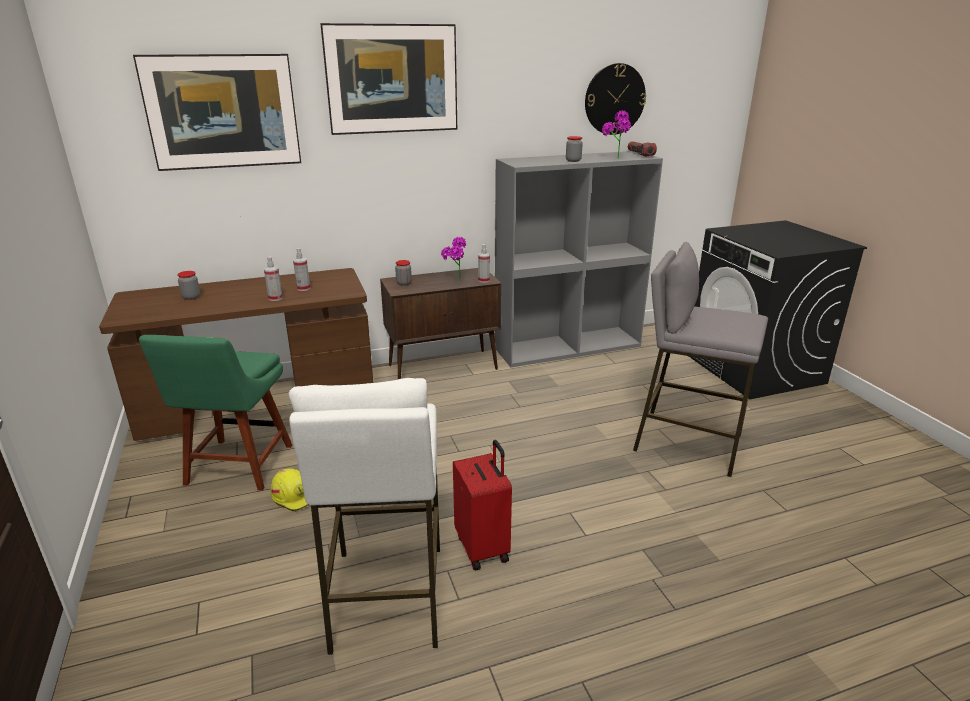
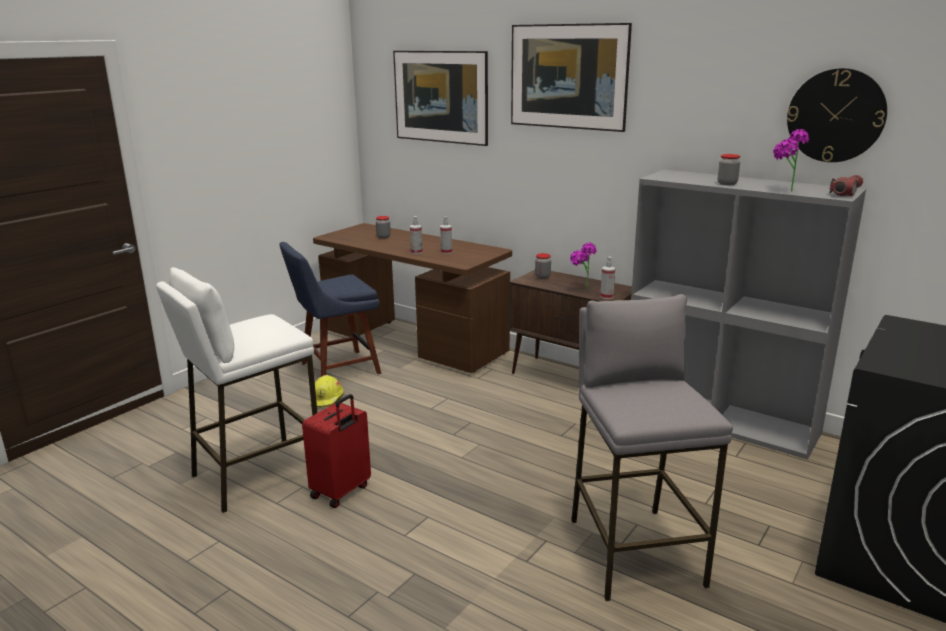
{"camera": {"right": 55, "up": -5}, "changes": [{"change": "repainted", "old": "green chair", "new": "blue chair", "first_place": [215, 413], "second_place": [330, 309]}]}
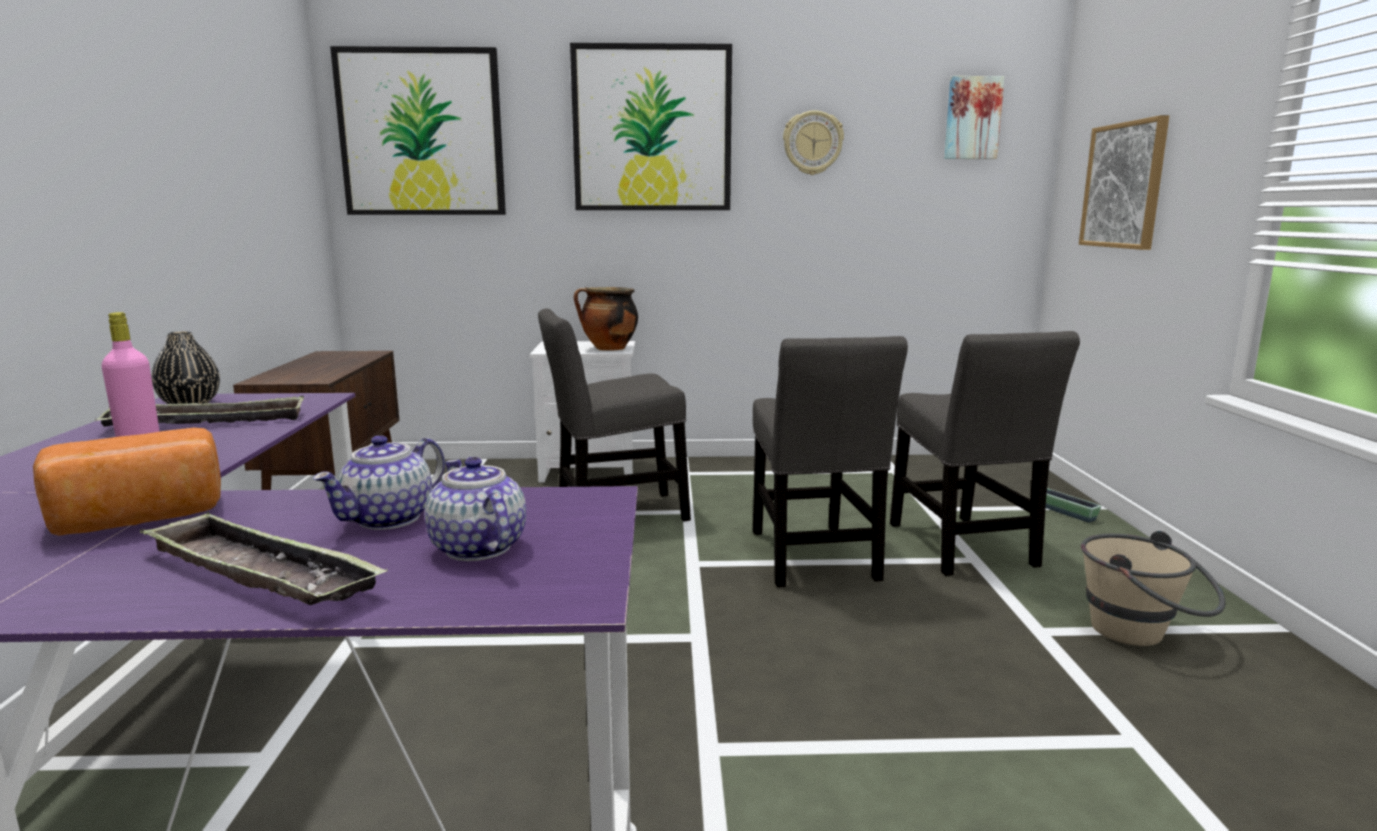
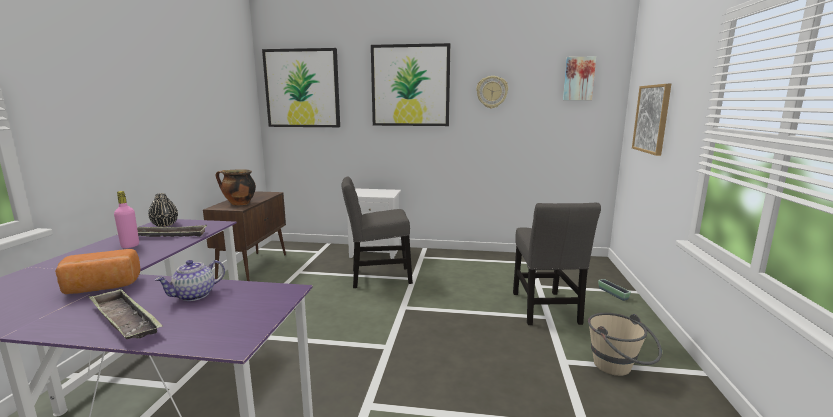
{"camera": {"right": 10, "up": 0}, "changes": [{"change": "gone", "old": "teapot", "first_place": [475, 509]}, {"change": "gone", "old": "grey chair", "first_place": [830, 461]}, {"change": "shifted", "old": "cooking pot", "first_place": [606, 318], "second_place": [236, 187]}]}
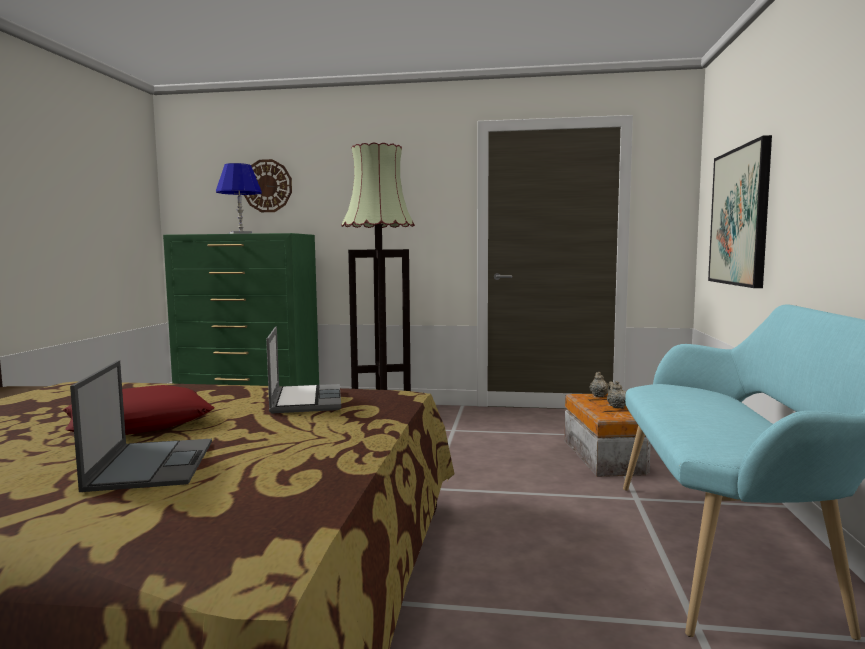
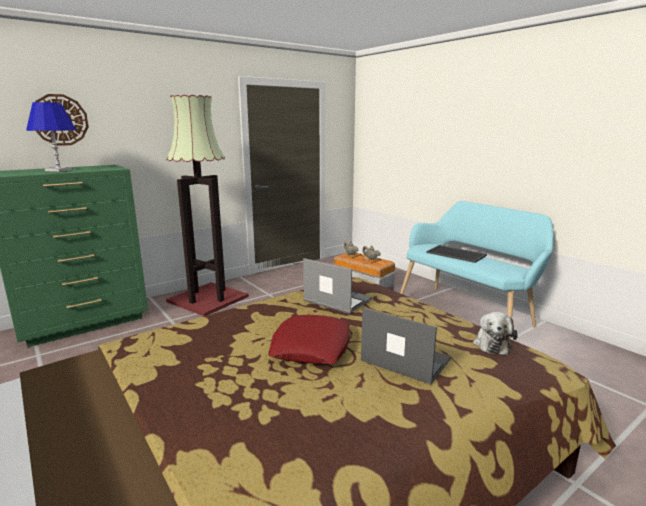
{"camera": {"right": -45, "up": 10}, "changes": [{"change": "gone", "old": "picture", "first_place": [740, 211]}, {"change": "new", "new": "tray", "second_place": [456, 254]}, {"change": "new", "new": "plush toy", "second_place": [495, 333]}]}
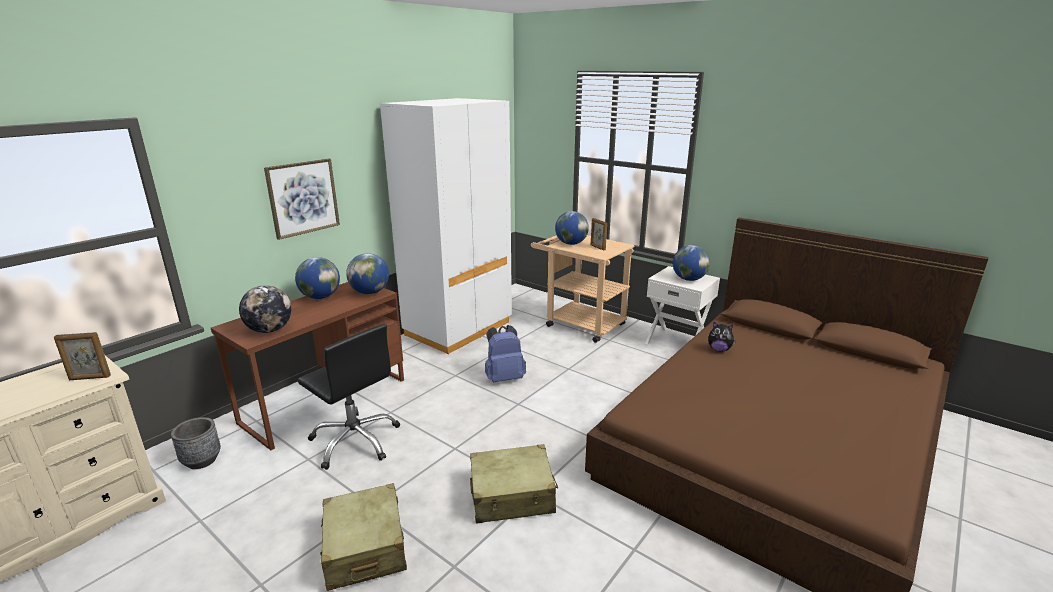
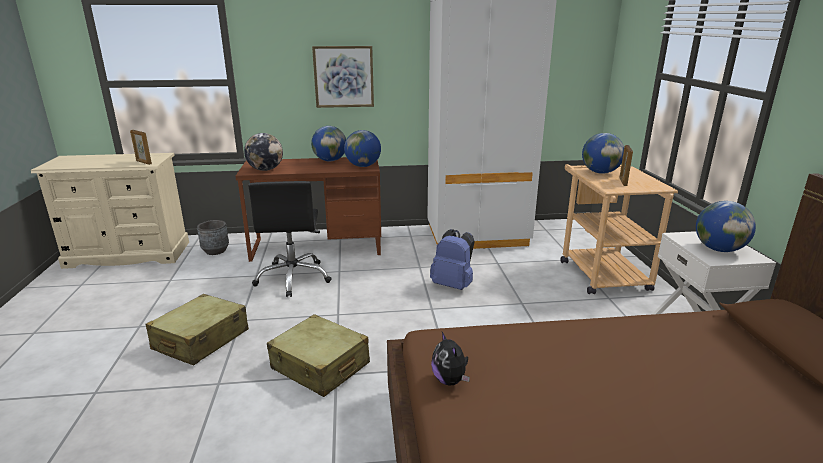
{"camera": {"right": 45, "up": 0}, "changes": [{"change": "shifted", "old": "plush toy", "first_place": [722, 337], "second_place": [450, 359]}]}
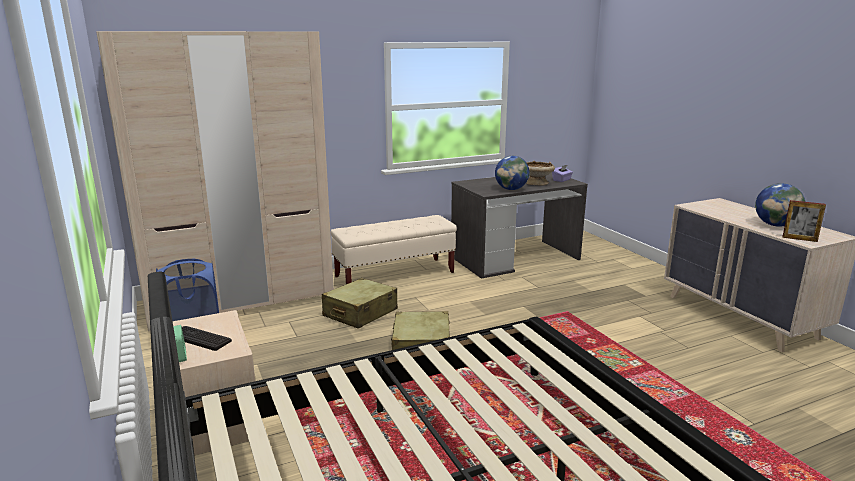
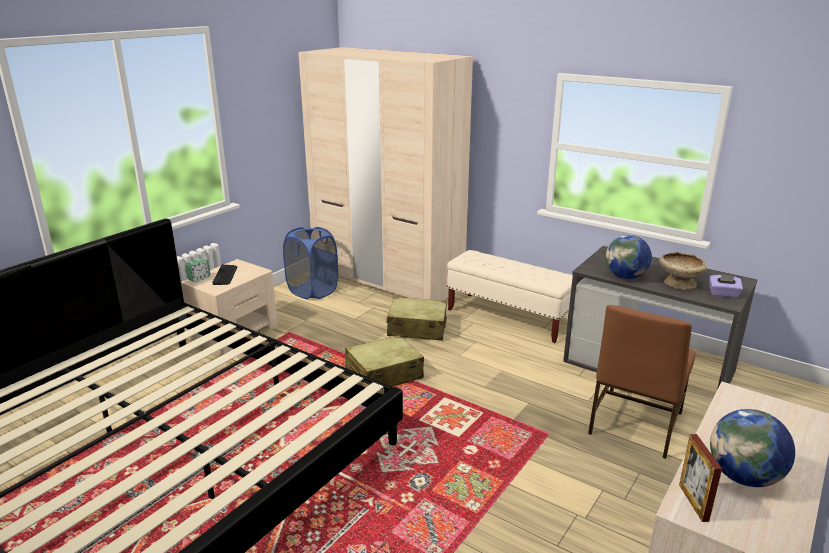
{"camera": {"right": 60, "up": 5}, "changes": [{"change": "new", "new": "brown chair", "second_place": [642, 382]}]}
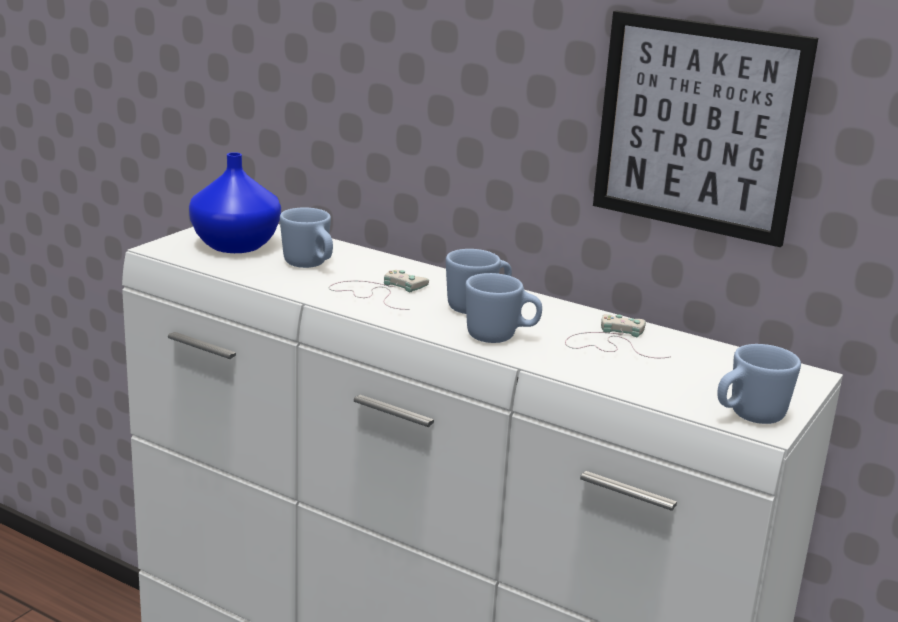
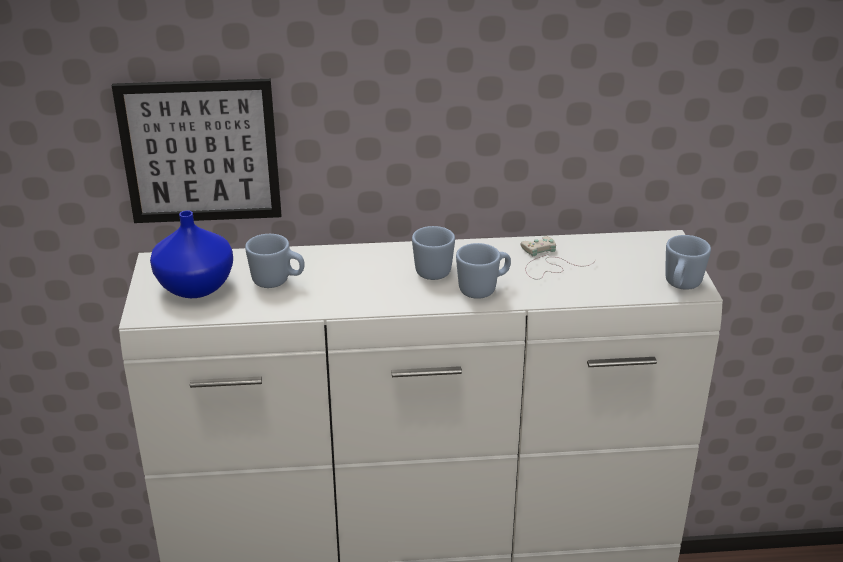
{"camera": {"right": -35, "up": 10}, "changes": [{"change": "gone", "old": "white game controller", "first_place": [379, 290]}, {"change": "shifted", "old": "picture", "first_place": [705, 129], "second_place": [196, 151]}]}
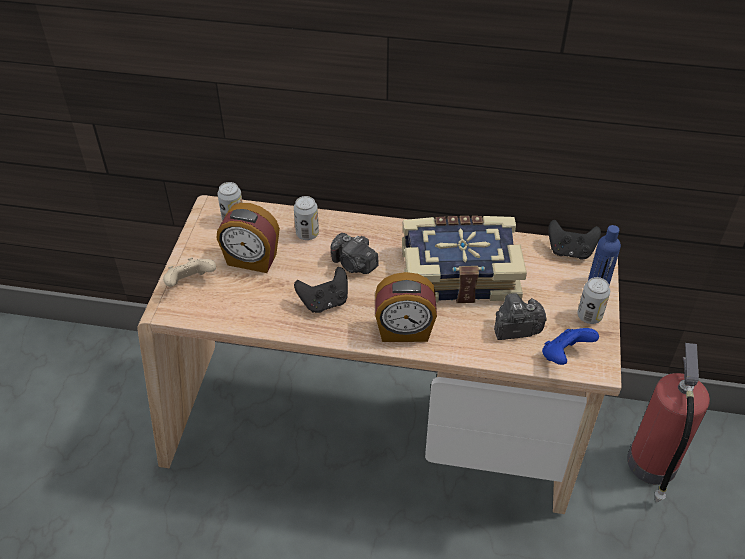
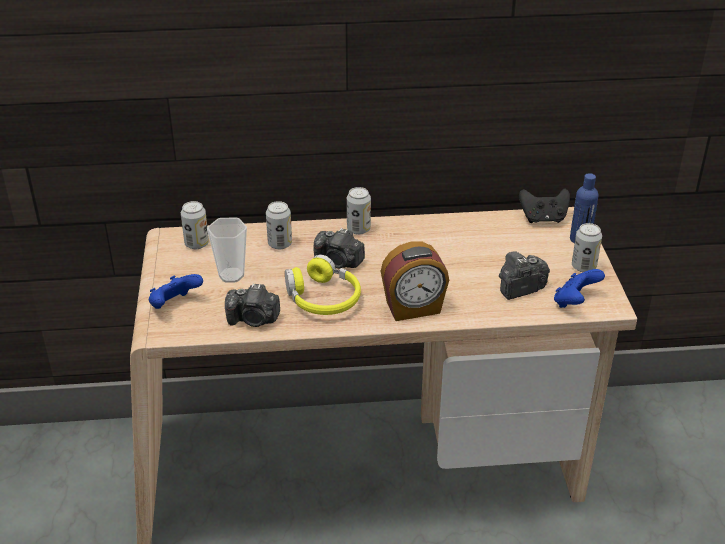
{"camera": {"right": -15, "up": -10}, "changes": [{"change": "gone", "old": "book", "first_place": [464, 259]}, {"change": "gone", "old": "fire extinguisher", "first_place": [668, 422]}, {"change": "new", "new": "photo camera", "second_place": [252, 305]}, {"change": "new", "new": "can", "second_place": [359, 211]}, {"change": "swapped", "old": "alarm clock", "new": "cup", "first_place": [248, 238], "second_place": [227, 250]}, {"change": "swapped", "old": "black game controller", "new": "yellow headphones", "first_place": [321, 290], "second_place": [323, 285]}, {"change": "repainted", "old": "beige game controller", "new": "blue game controller", "first_place": [189, 272], "second_place": [176, 291]}]}
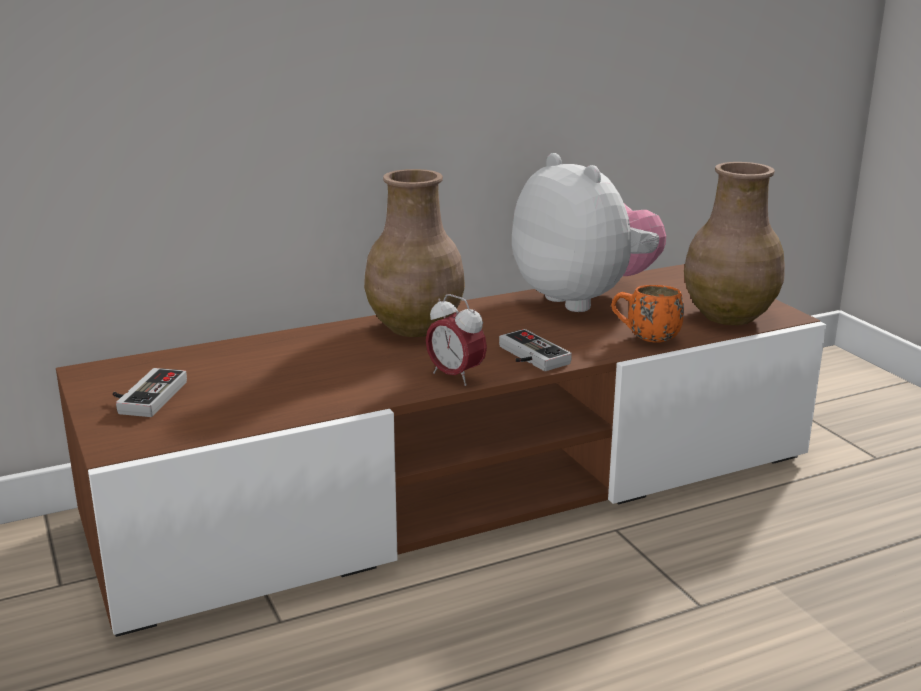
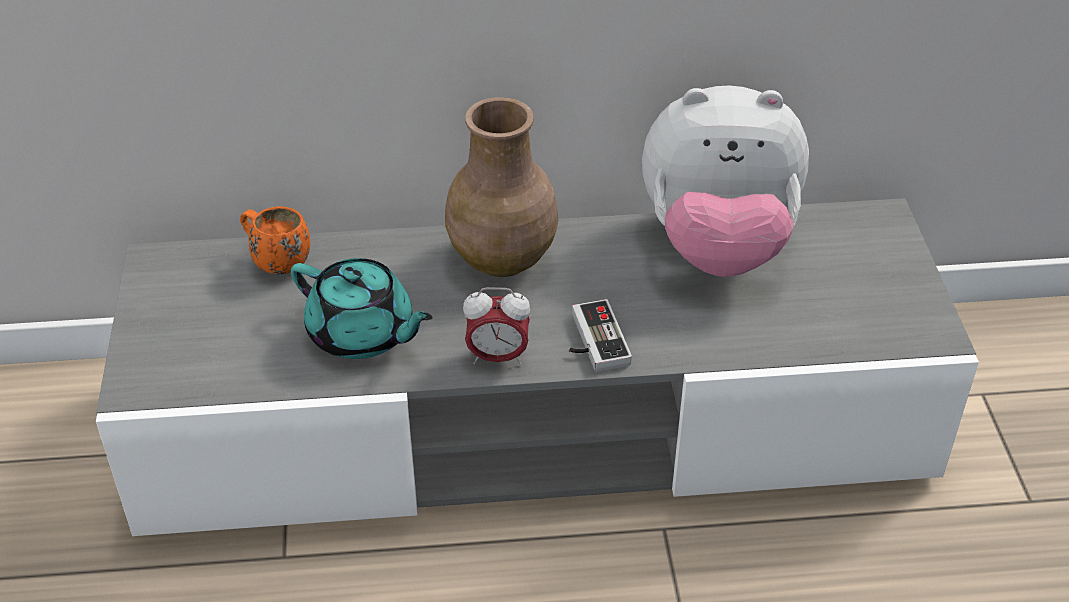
{"camera": {"right": 20, "up": 20}, "changes": [{"change": "gone", "old": "game controller", "first_place": [150, 392]}, {"change": "gone", "old": "brown vase", "first_place": [734, 243]}, {"change": "new", "new": "turquoise teapot", "second_place": [362, 308]}, {"change": "shifted", "old": "orange mug", "first_place": [647, 314], "second_place": [275, 240]}, {"change": "repainted", "old": "brown tv stand", "new": "grey tv stand", "first_place": [441, 450], "second_place": [537, 367]}, {"change": "rotated", "old": "alarm clock", "first_place": [456, 340], "second_place": [496, 326], "degrees": -60}, {"change": "rotated", "old": "plush toy", "first_place": [589, 232], "second_place": [725, 181], "degrees": 105}]}
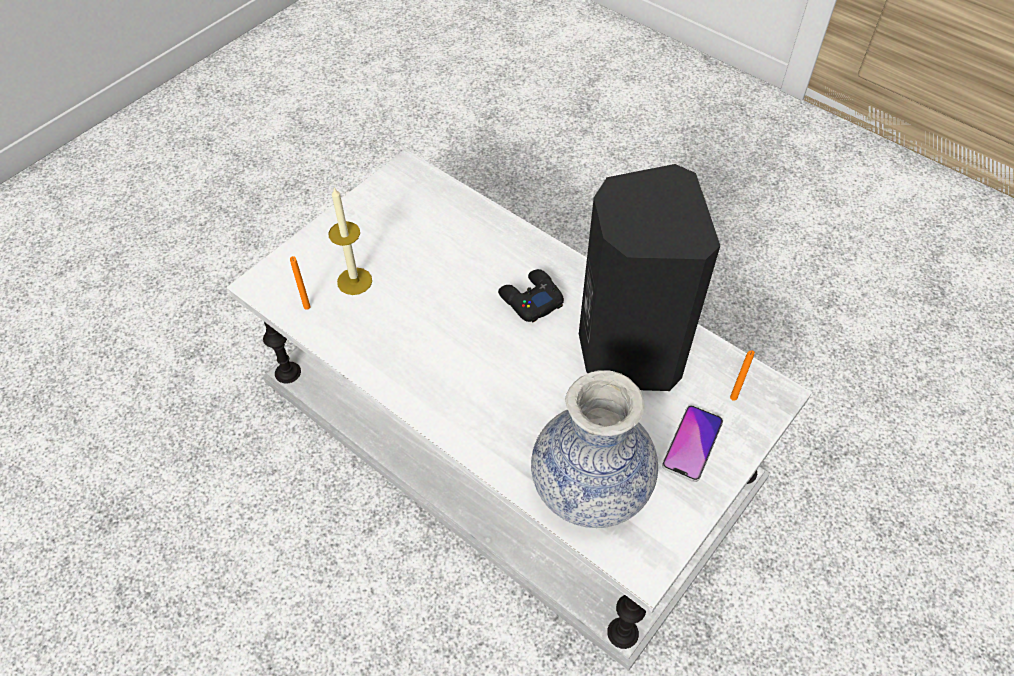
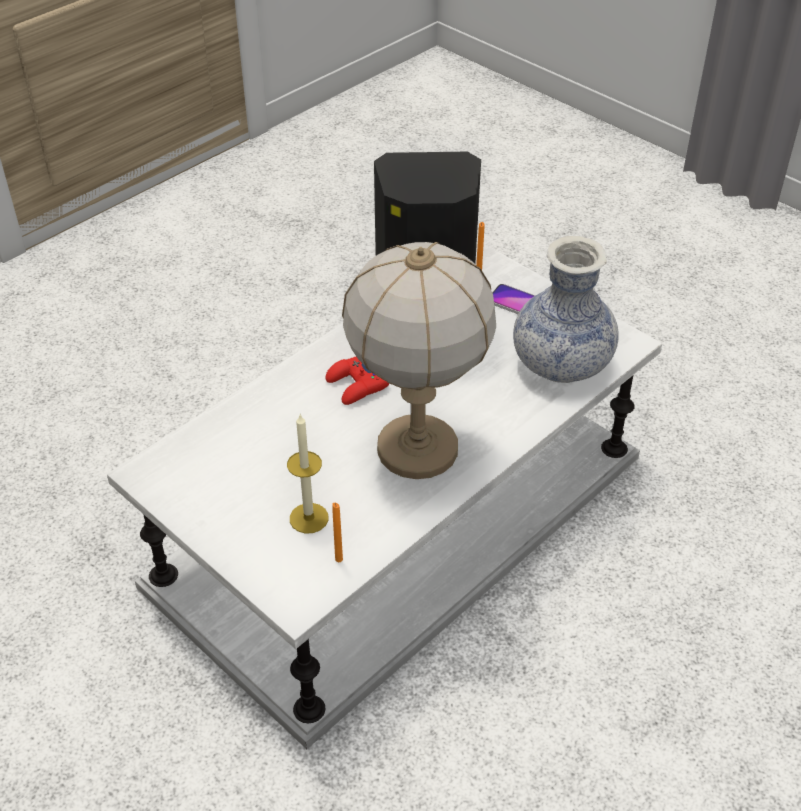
{"camera": {"right": -85, "up": -10}, "changes": [{"change": "new", "new": "table lamp", "second_place": [419, 360]}, {"change": "repainted", "old": "black game controller", "new": "red game controller", "first_place": [531, 296], "second_place": [357, 381]}]}
